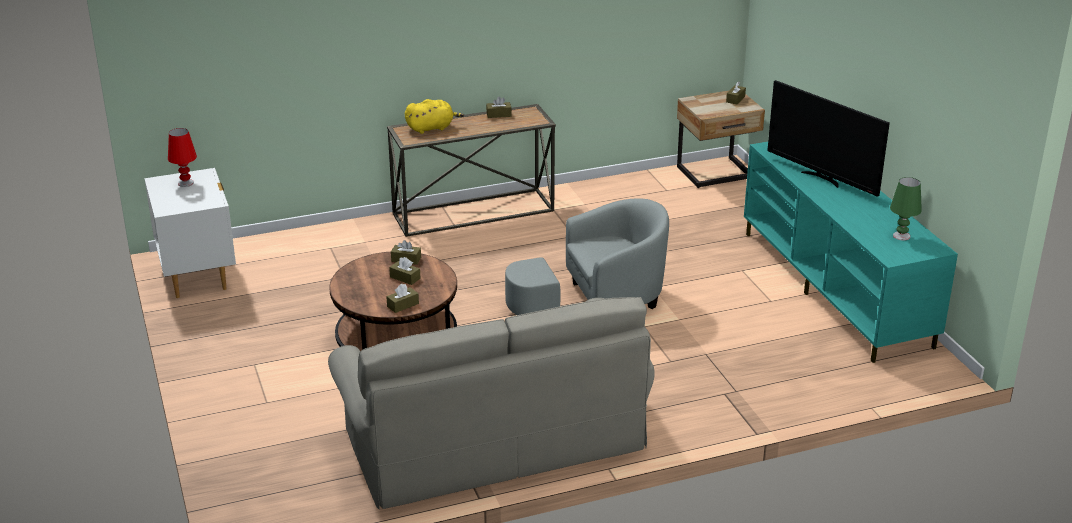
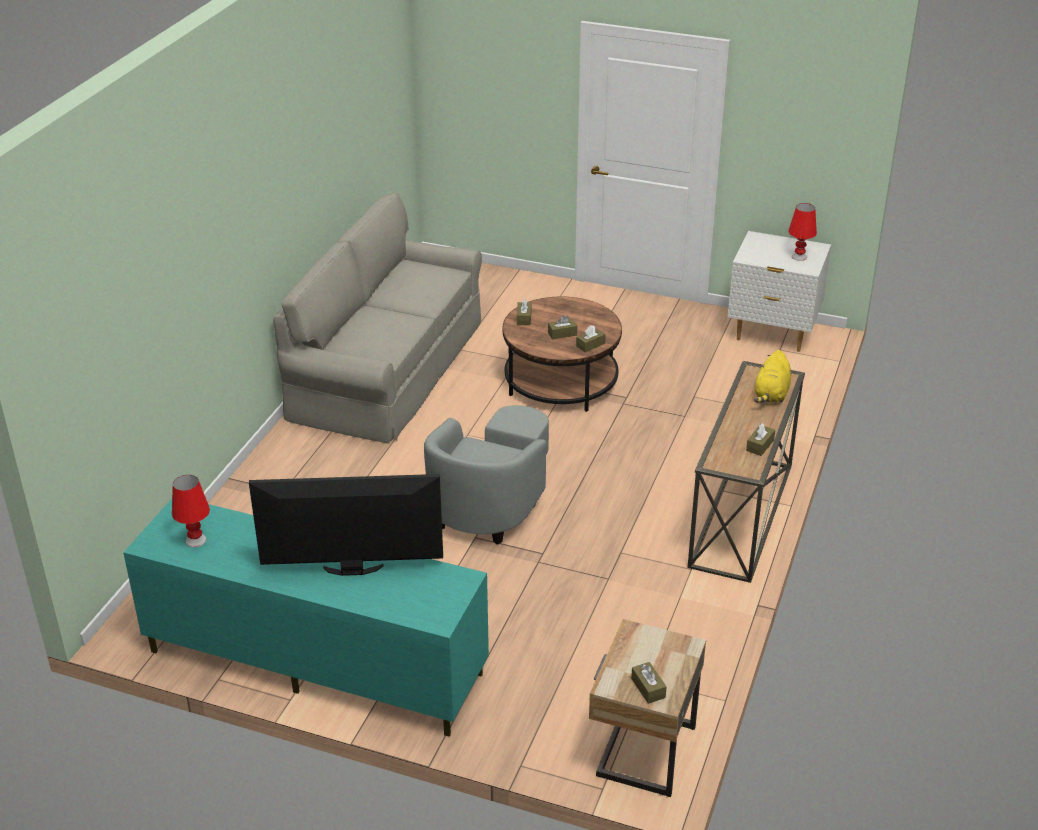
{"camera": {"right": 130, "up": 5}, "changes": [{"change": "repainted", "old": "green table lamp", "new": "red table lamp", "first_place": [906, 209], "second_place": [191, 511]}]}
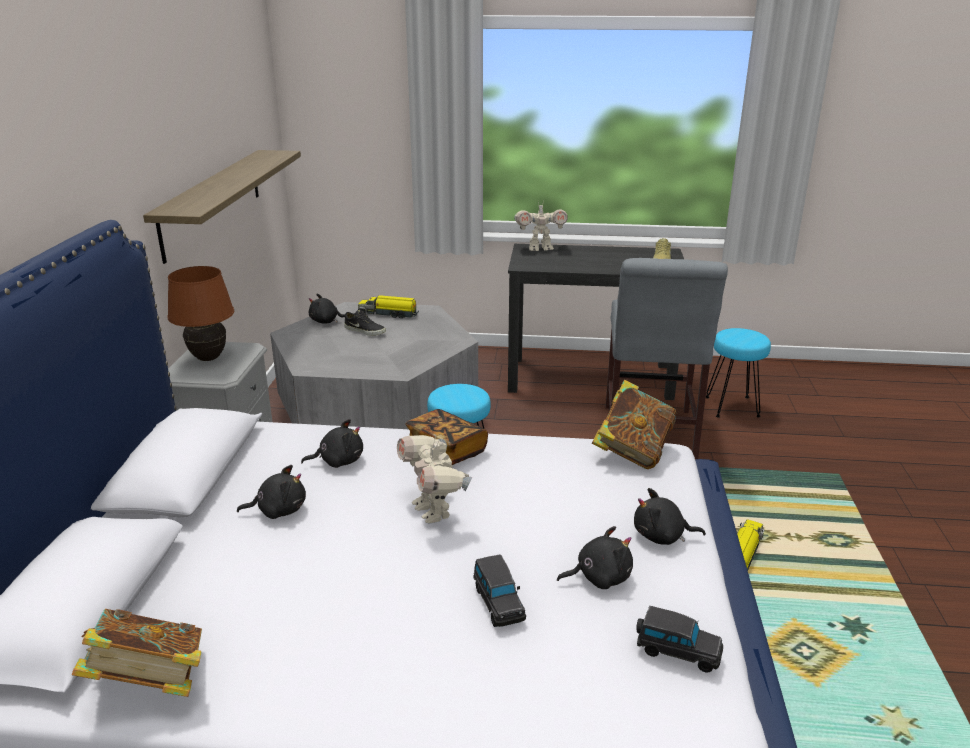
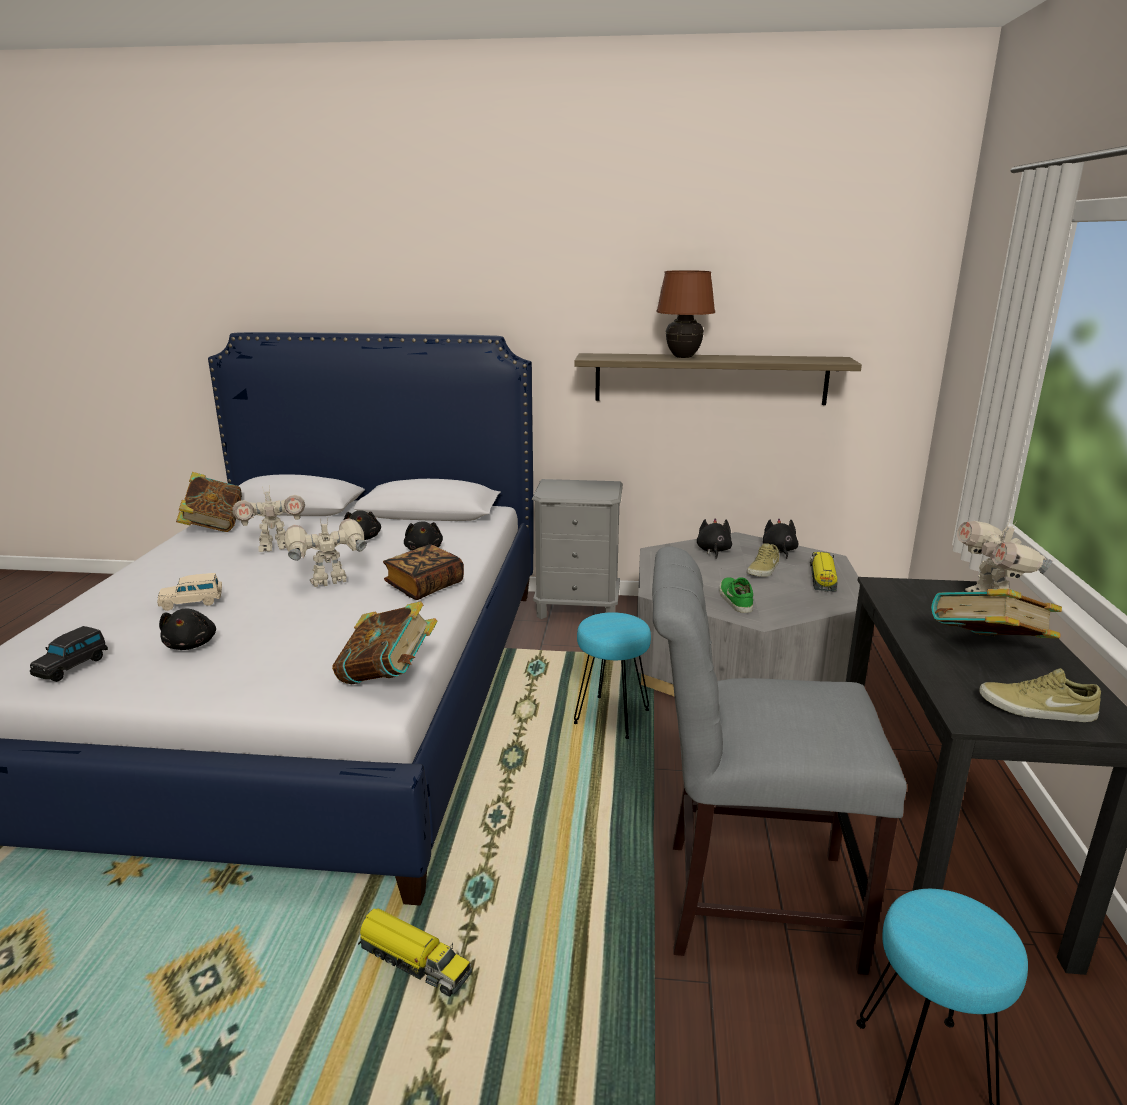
{"camera": {"right": 90, "up": -5}, "changes": [{"change": "new", "new": "toy robot", "second_place": [268, 519]}, {"change": "new", "new": "green shoe", "second_place": [736, 595]}, {"change": "new", "new": "book", "second_place": [996, 613]}, {"change": "shifted", "old": "brown table lamp", "first_place": [200, 313], "second_place": [685, 314]}, {"change": "shifted", "old": "black plush toy", "first_place": [670, 516], "second_place": [714, 539]}, {"change": "repainted", "old": "black shoe", "new": "beige shoe", "first_place": [365, 322], "second_place": [763, 560]}, {"change": "repainted", "old": "black toy car", "new": "beige toy car", "first_place": [499, 590], "second_place": [189, 592]}]}
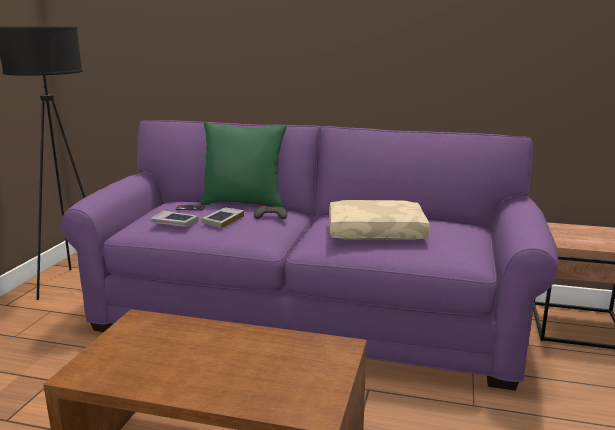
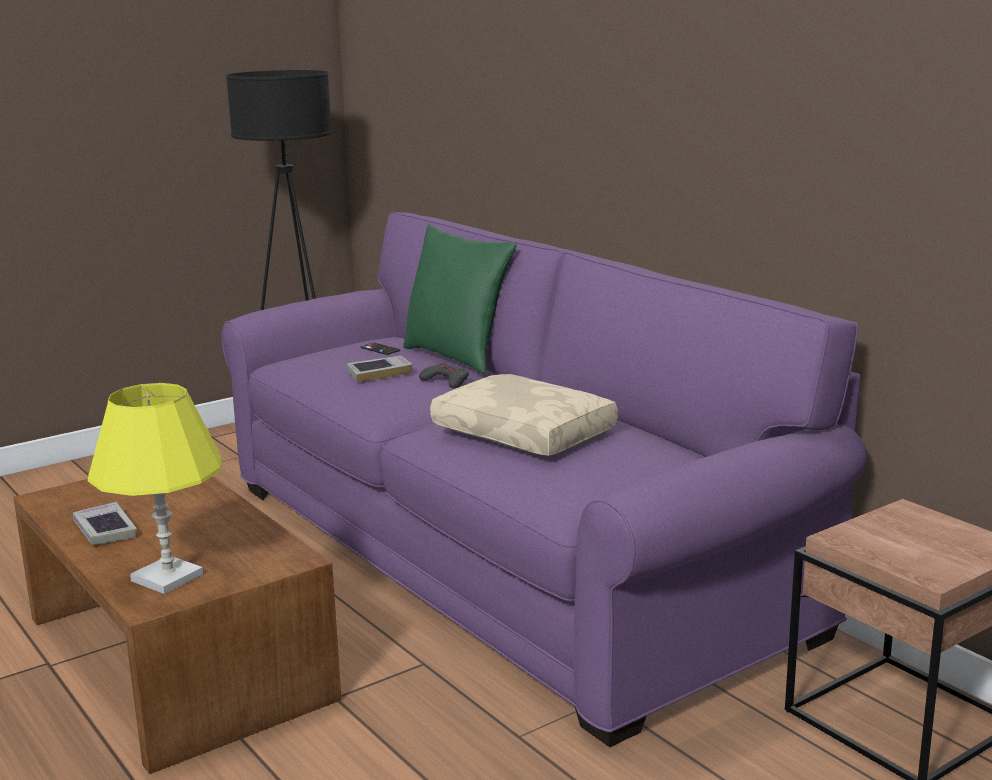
{"camera": {"right": 40, "up": 0}, "changes": [{"change": "new", "new": "yellow table lamp", "second_place": [155, 488]}, {"change": "shifted", "old": "book", "first_place": [174, 219], "second_place": [105, 523]}]}
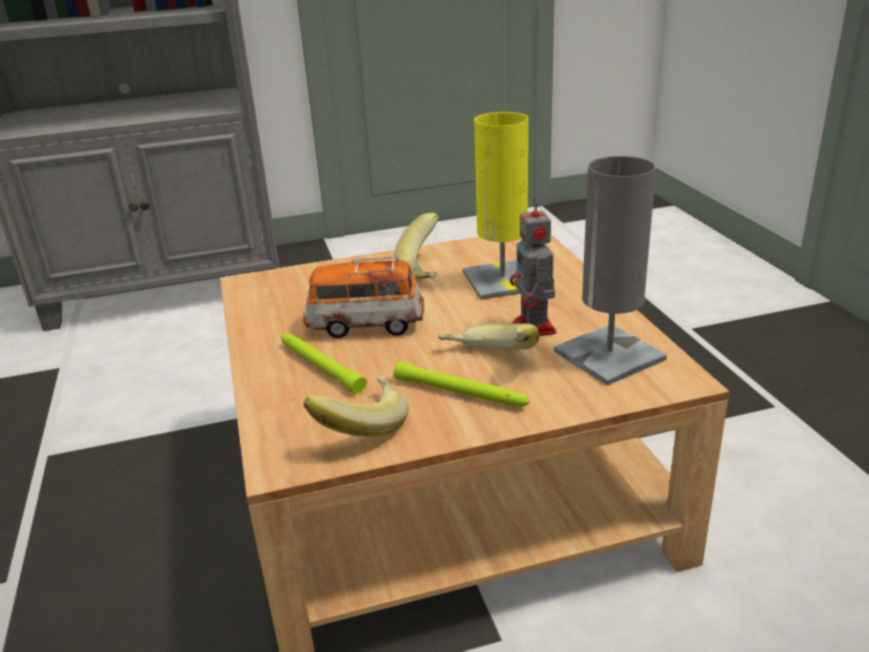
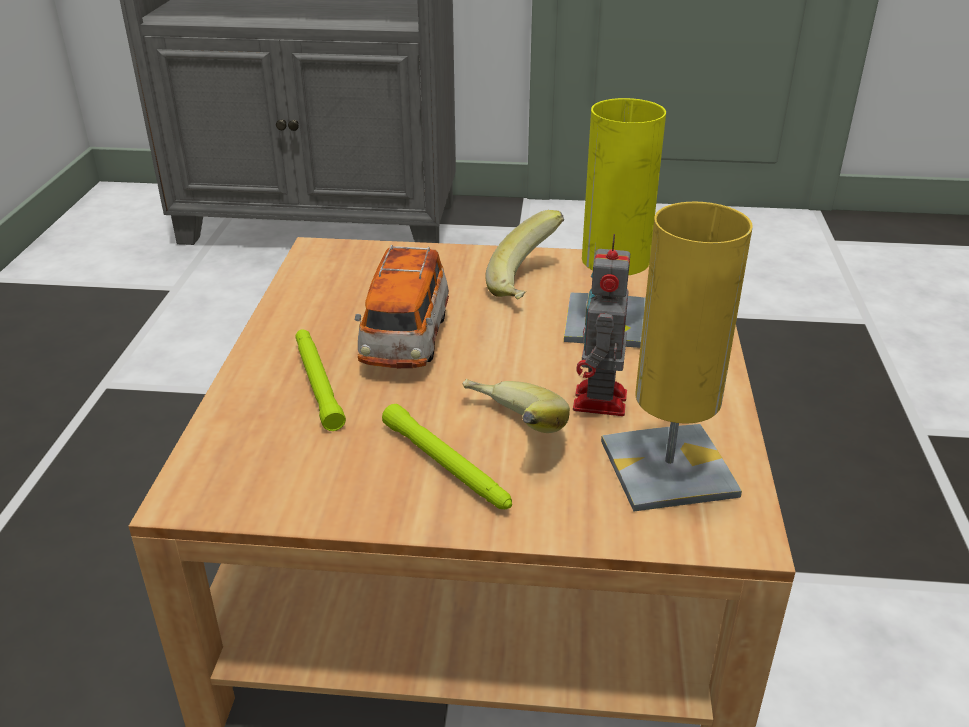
{"camera": {"right": 20, "up": 5}, "changes": [{"change": "gone", "old": "banana", "first_place": [356, 406]}, {"change": "repainted", "old": "grey table lamp", "new": "yellow table lamp", "first_place": [610, 271], "second_place": [677, 356]}, {"change": "rotated", "old": "toy car", "first_place": [363, 297], "second_place": [402, 307], "degrees": -105}]}
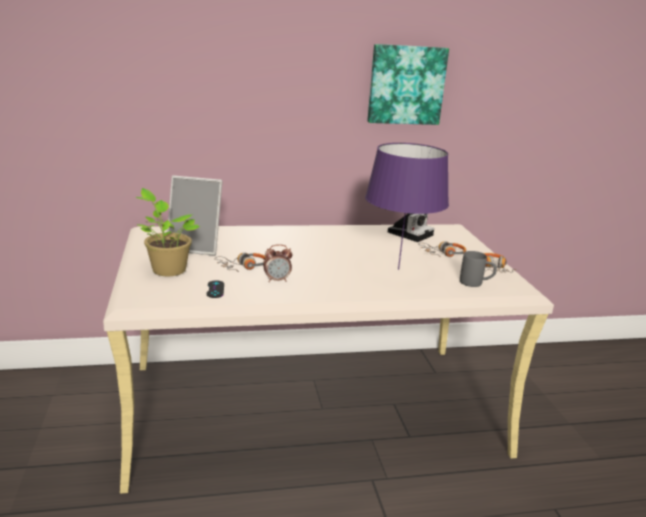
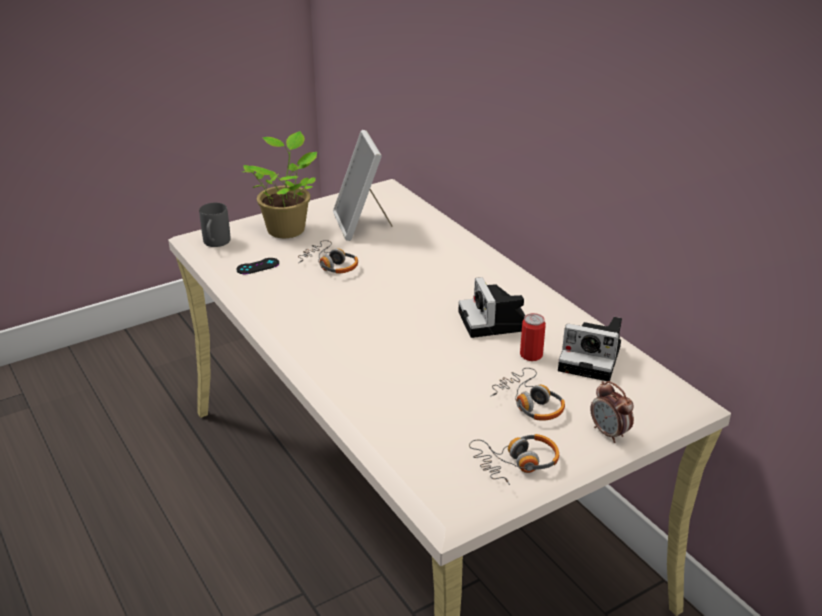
{"camera": {"right": 70, "up": 10}, "changes": [{"change": "gone", "old": "purple table lamp", "first_place": [407, 206]}, {"change": "gone", "old": "picture", "first_place": [408, 84]}, {"change": "new", "new": "photo camera", "second_place": [491, 307]}, {"change": "new", "new": "can", "second_place": [533, 337]}, {"change": "shifted", "old": "alarm clock", "first_place": [277, 263], "second_place": [612, 412]}, {"change": "shifted", "old": "grey mug", "first_place": [478, 269], "second_place": [214, 225]}]}
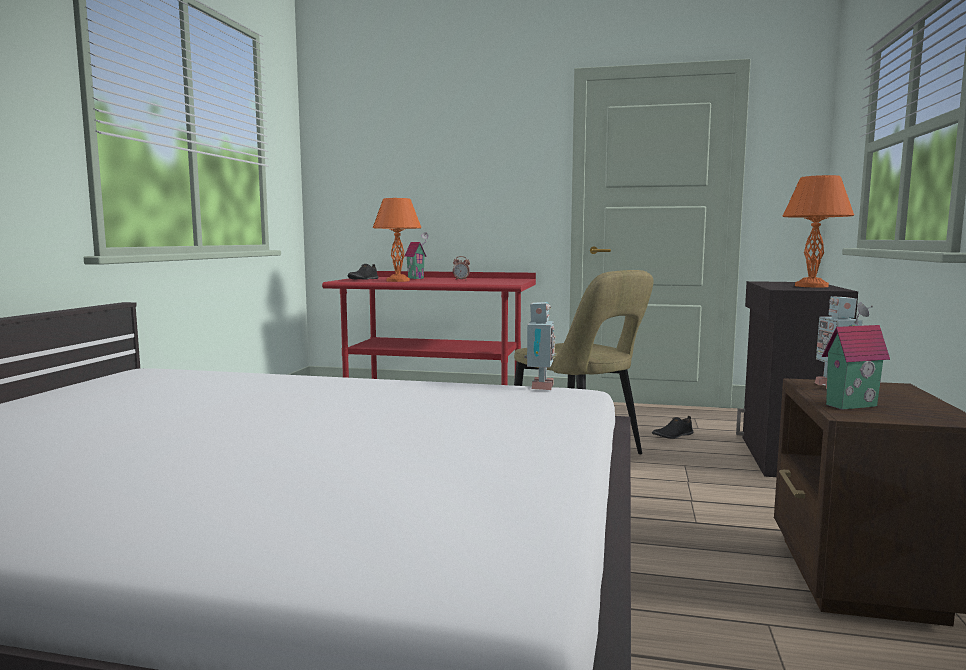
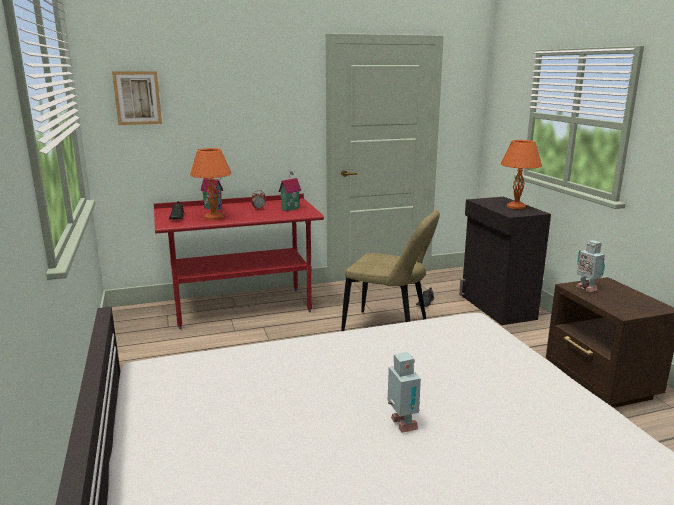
{"camera": {"right": -30, "up": 10}, "changes": [{"change": "new", "new": "picture", "second_place": [137, 98]}, {"change": "shifted", "old": "toy robot", "first_place": [540, 346], "second_place": [404, 392]}, {"change": "shifted", "old": "toy house", "first_place": [856, 356], "second_place": [290, 190]}]}
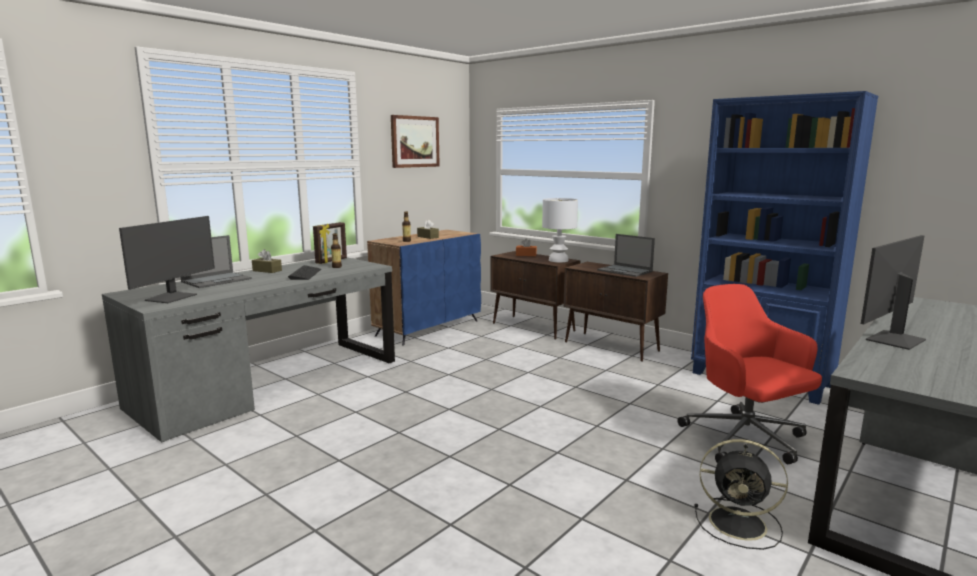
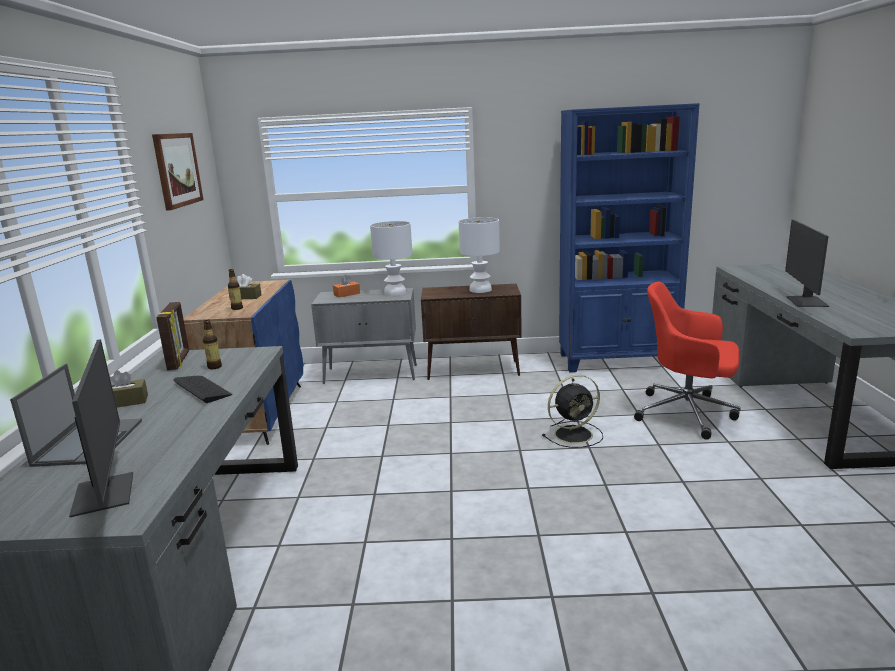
{"camera": {"right": -40, "up": 5}, "changes": [{"change": "shifted", "old": "black fan", "first_place": [741, 494], "second_place": [572, 411]}, {"change": "swapped", "old": "laptop", "new": "white table lamp", "first_place": [626, 255], "second_place": [479, 255]}, {"change": "repainted", "old": "brown cabinet", "new": "grey cabinet", "first_place": [535, 295], "second_place": [364, 336]}]}
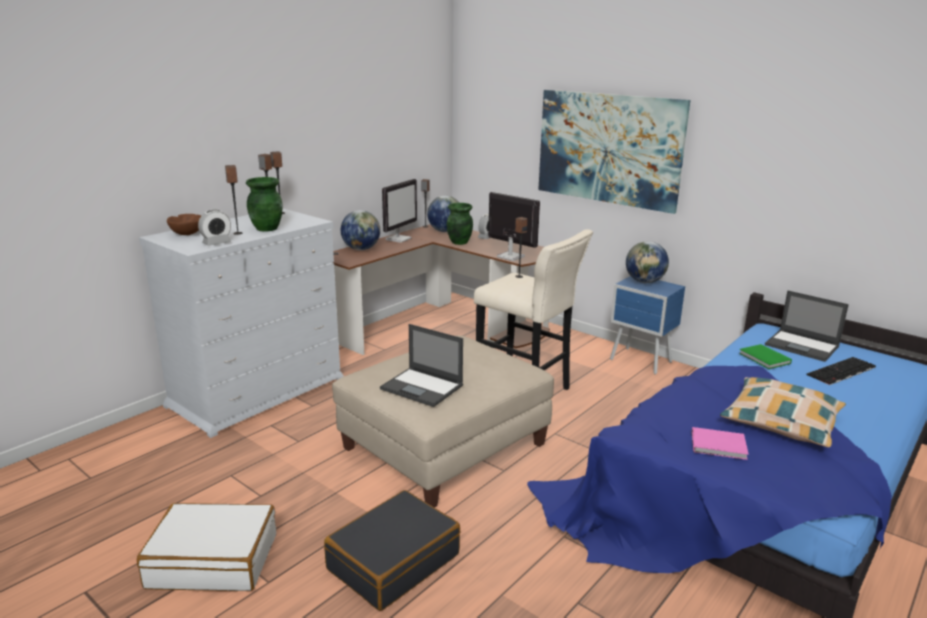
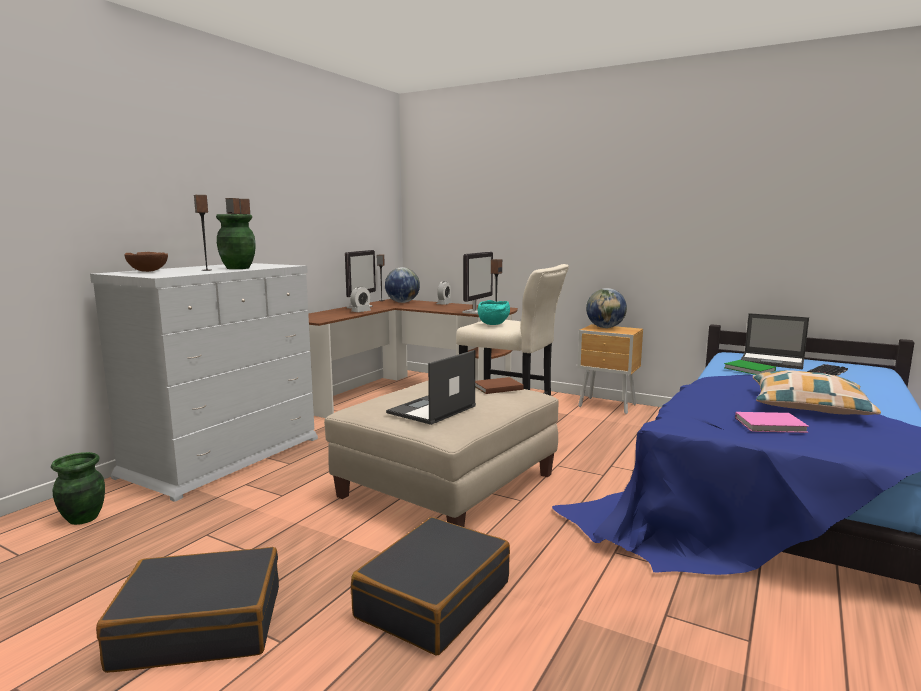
{"camera": {"right": -10, "up": -10}, "changes": [{"change": "gone", "old": "globe", "first_place": [360, 230]}, {"change": "gone", "old": "picture", "first_place": [614, 152]}, {"change": "new", "new": "brown book", "second_place": [499, 385]}, {"change": "new", "new": "turquoise bowl", "second_place": [493, 312]}, {"change": "shifted", "old": "alarm clock", "first_place": [214, 228], "second_place": [360, 299]}, {"change": "shifted", "old": "green vase", "first_place": [460, 224], "second_place": [78, 488]}, {"change": "repainted", "old": "white suitcase", "new": "black suitcase", "first_place": [206, 547], "second_place": [187, 610]}, {"change": "repainted", "old": "blue nightstand", "new": "brown nightstand", "first_place": [647, 325], "second_place": [610, 369]}, {"change": "rotated", "old": "laptop", "first_place": [421, 365], "second_place": [431, 387], "degrees": 105}, {"change": "rotated", "old": "monitor", "first_place": [514, 226], "second_place": [477, 283], "degrees": 90}]}
